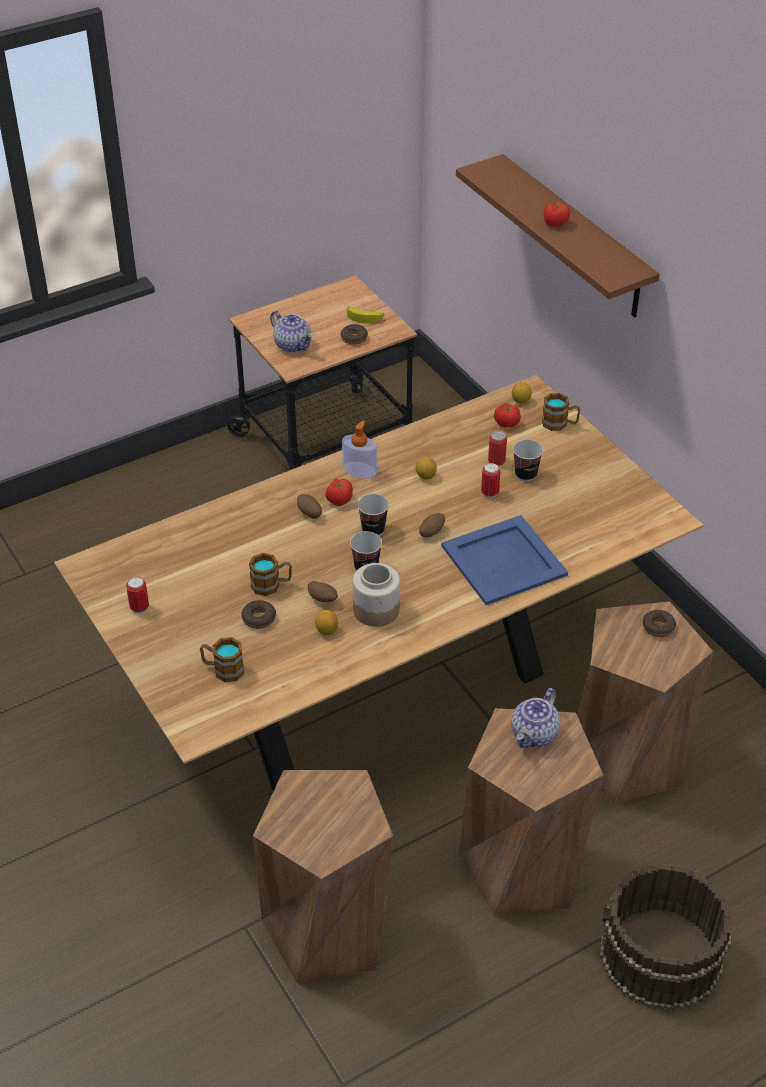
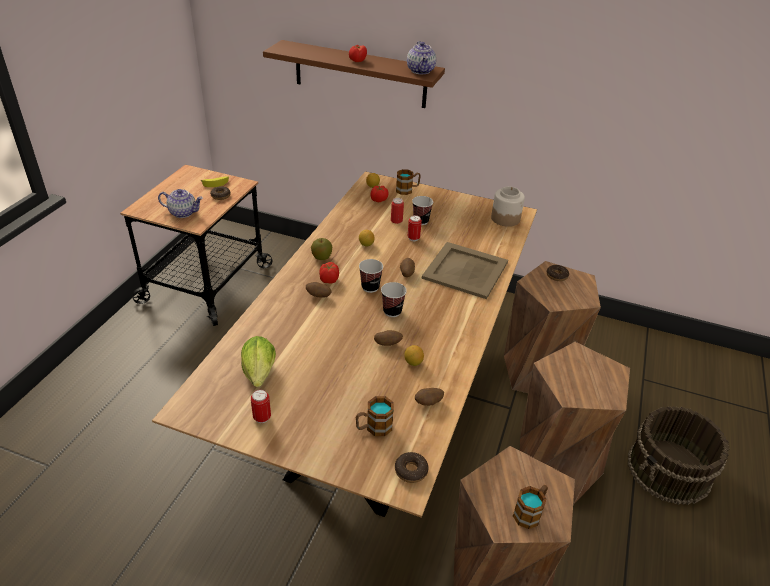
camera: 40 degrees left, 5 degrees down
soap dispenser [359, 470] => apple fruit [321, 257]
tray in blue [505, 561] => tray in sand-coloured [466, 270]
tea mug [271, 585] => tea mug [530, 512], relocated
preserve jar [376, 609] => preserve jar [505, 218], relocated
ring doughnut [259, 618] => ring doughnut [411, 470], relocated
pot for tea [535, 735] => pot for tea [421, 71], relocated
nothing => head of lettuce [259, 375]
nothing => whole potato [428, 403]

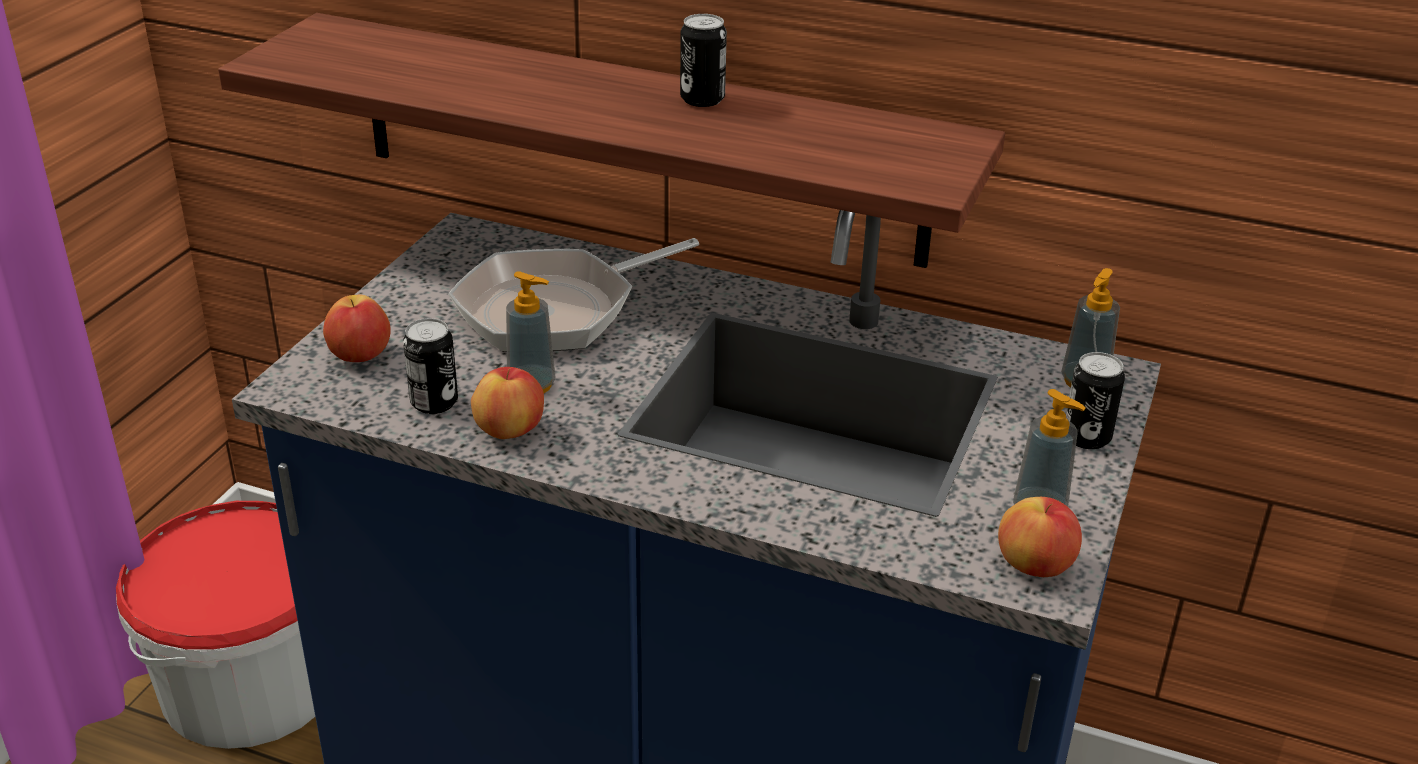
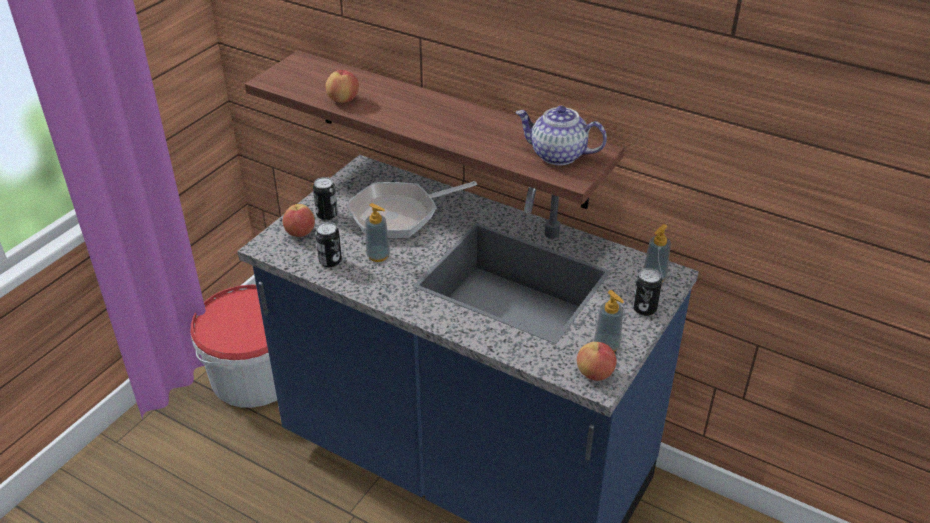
camera: 10 degrees right, 5 degrees up
sealed can [702, 99] => sealed can [327, 215], relocated
apple fruit [510, 430] => apple fruit [343, 100], relocated
nothing => pot for tea [557, 155]

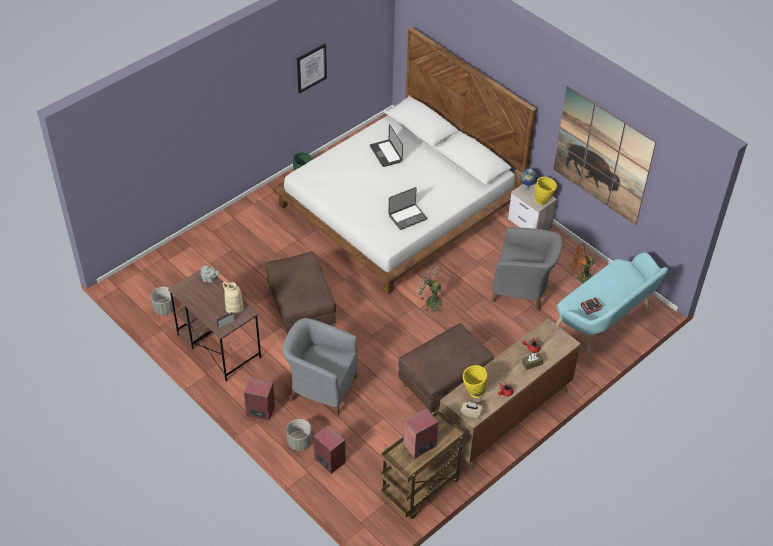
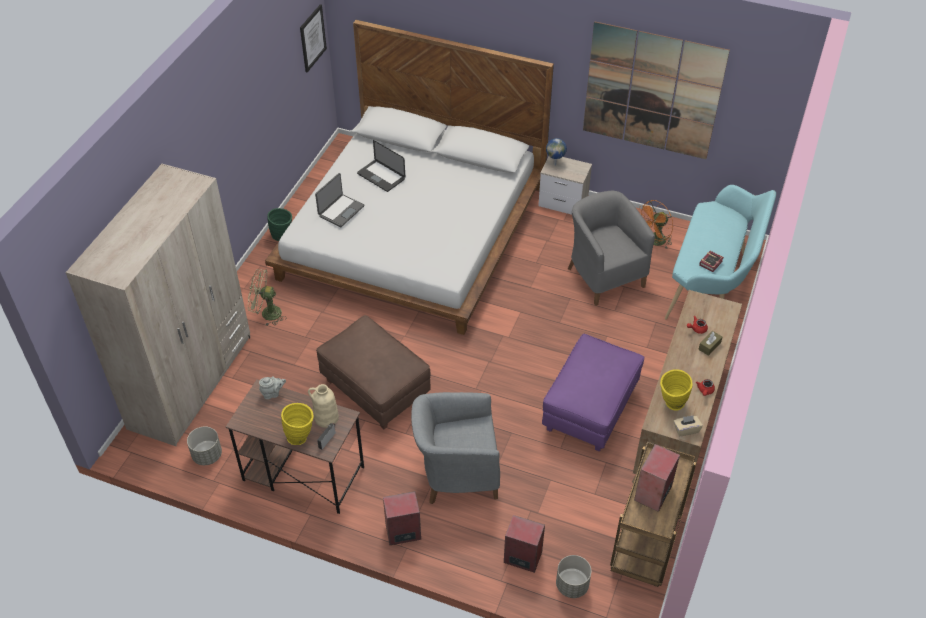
camera: 25 degrees left, 0 degrees up
wall art [311, 68] => wall art [312, 38], relocated
flower vase in yellowish [544, 201] => flower vase in yellowish [301, 436], relocated
notebook computer [407, 217] => notebook computer [340, 211], relocated
lounge chair in greyish [523, 290] => lounge chair in greyish [603, 275], 105 degrees counterclockwise
cooling fan in greenish [430, 301] => cooling fan in greenish [266, 313], relocated
footrest in brown-coloured [444, 382] => footrest in purplish [590, 410]
plant pot in greyish [299, 442] => plant pot in greyish [572, 585], relocated
nothing => wardrobe in sand-coloured [191, 381]

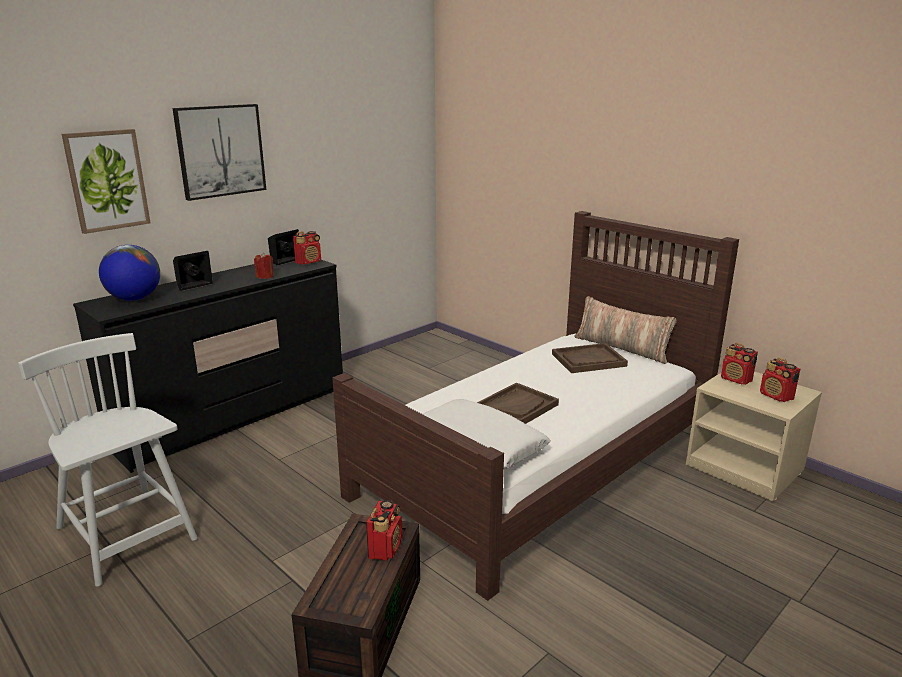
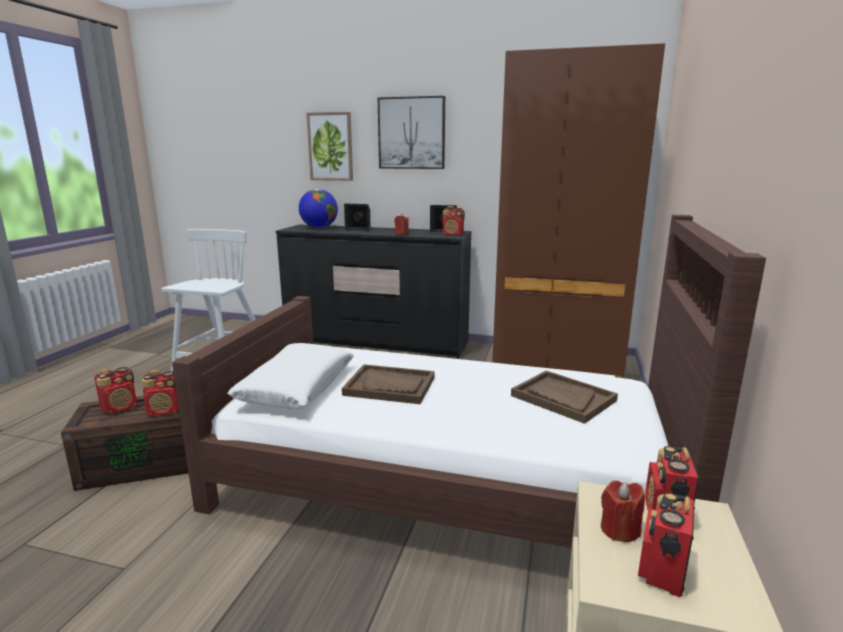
camera: 60 degrees right, 5 degrees down
throw pillow [621, 348] => nothing
nothing => wardrobe in brown-coloured [556, 364]
nothing => radio receiver [120, 407]
nothing => candle in red [619, 530]

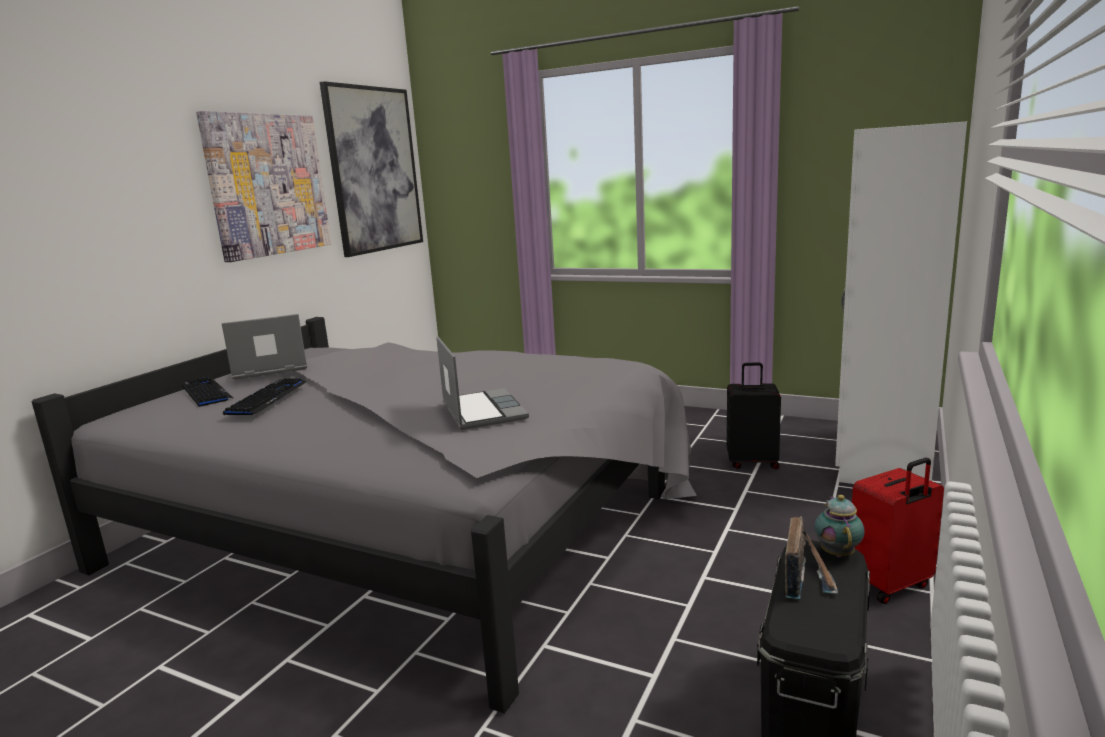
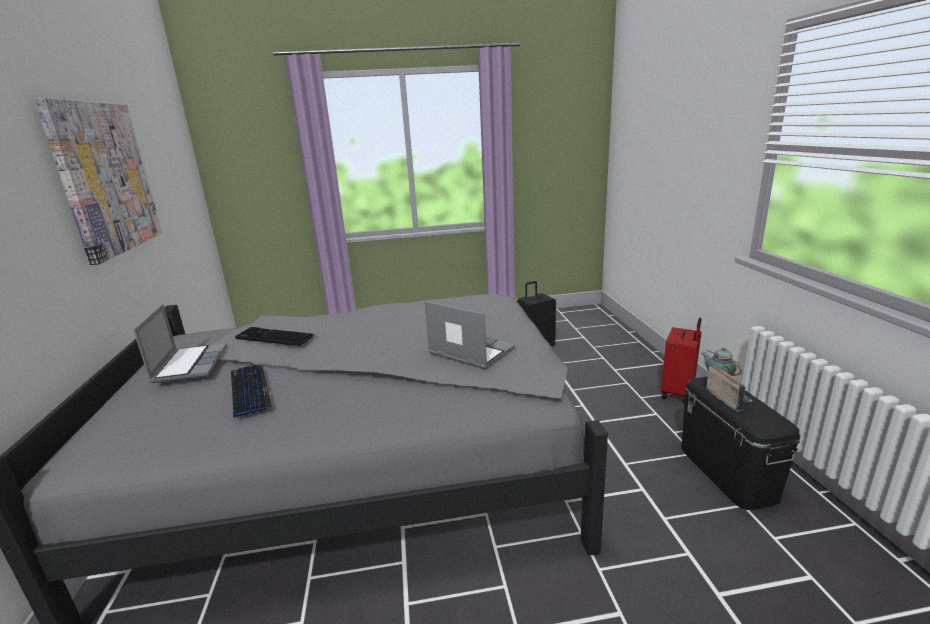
camera: 35 degrees left, 5 degrees up
wall art [374, 170] => nothing
wardrobe in white-coloured [883, 458] => nothing
notebook computer [269, 369] => notebook computer [190, 364], 135 degrees clockwise
PC keyboard [206, 393] => PC keyboard [275, 337], relocated

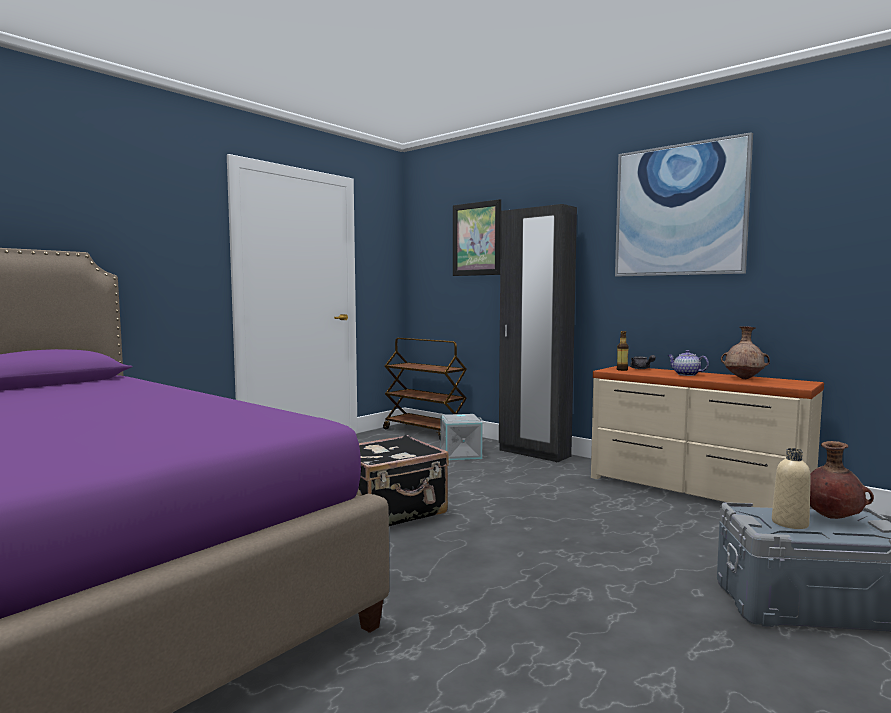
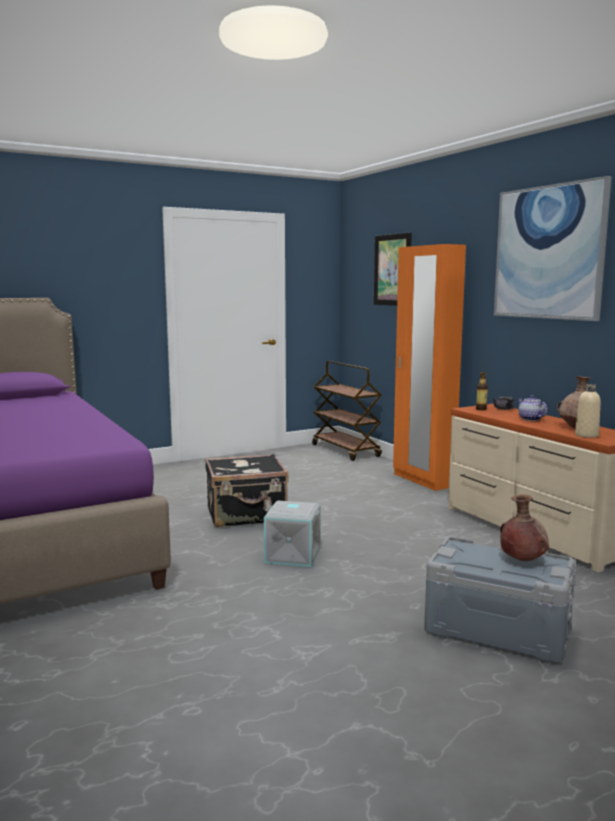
camera: 20 degrees right, 5 degrees up
wardrobe in black [534, 453] => wardrobe in orangey [422, 480]
storage box in greyish [461, 454] => storage box in greyish [293, 555], relocated
drink bottle in sand-coloured [790, 523] => drink bottle in sand-coloured [586, 435], relocated

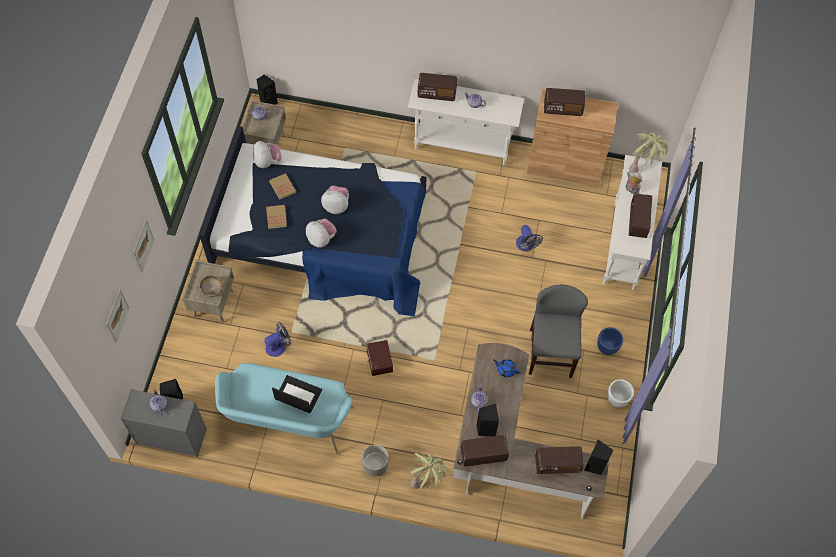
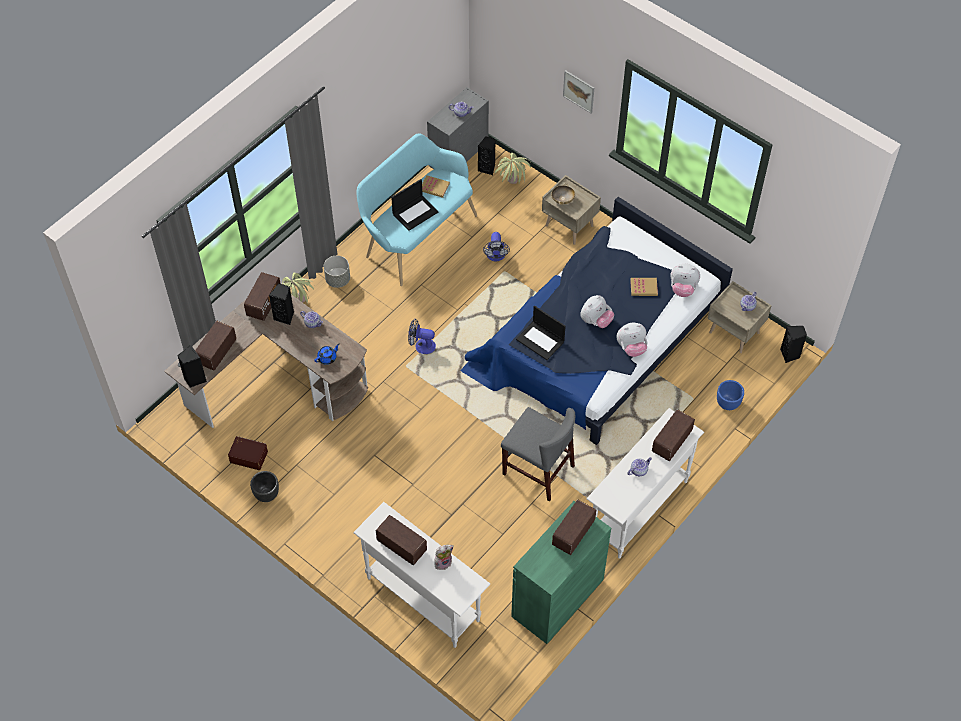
camera: 120 degrees right, 5 degrees down
storage cabinet in brown-coloured [564, 165] => storage cabinet in greenish [557, 598]
houseplant [643, 167] => houseplant [511, 190], relocated
volume [276, 217] => volume [434, 187], relocated
cuddly toy [321, 239] => cuddly toy [631, 348], relocated
cooling fan [526, 246] => cooling fan [421, 346], relocated
upright chair in greyish [550, 353] => upright chair in greyish [538, 470], relocated
wall art [116, 315] => nothing
plant pot in blue [606, 347] => plant pot in blue [728, 403], relocated
storage box in brown-coloured [378, 360] => storage box in brown-coloured [249, 456], relocated
plant pot in white-coloured [617, 399] => plant pot in black [266, 495]
nothing => notebook computer [541, 340]

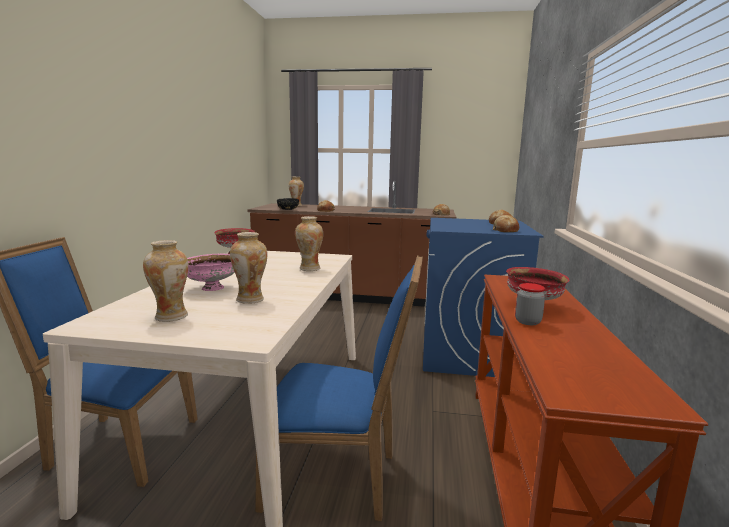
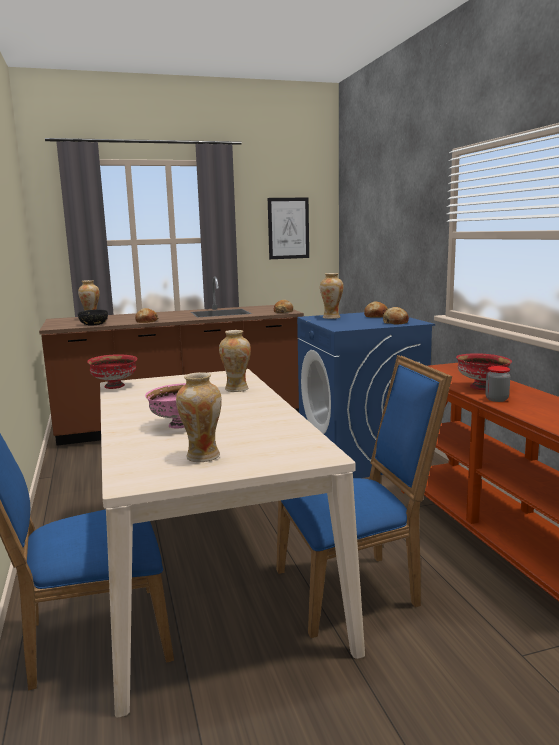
camera: 25 degrees left, 0 degrees up
flower vase [250, 300] => flower vase [331, 317], relocated
nothing => wall art [288, 228]

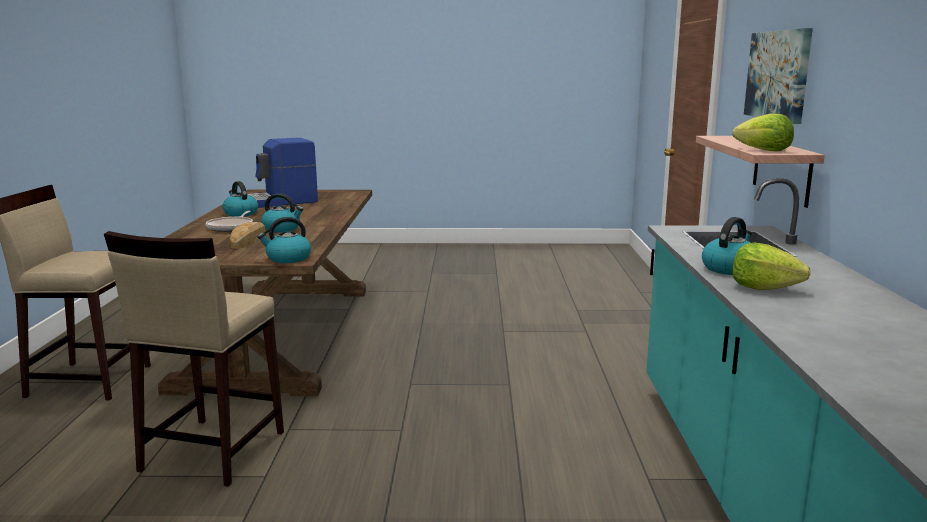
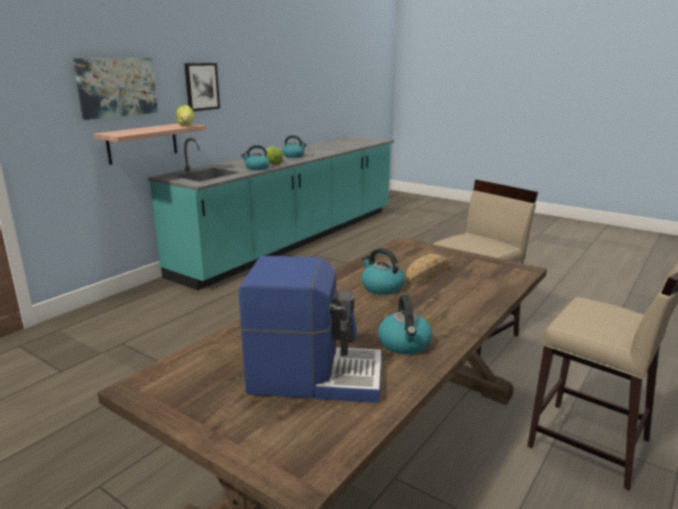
camera: 145 degrees left, 5 degrees up
pan [231, 227] => nothing
kettle [288, 258] => kettle [294, 156], relocated
nothing => wall art [201, 86]

